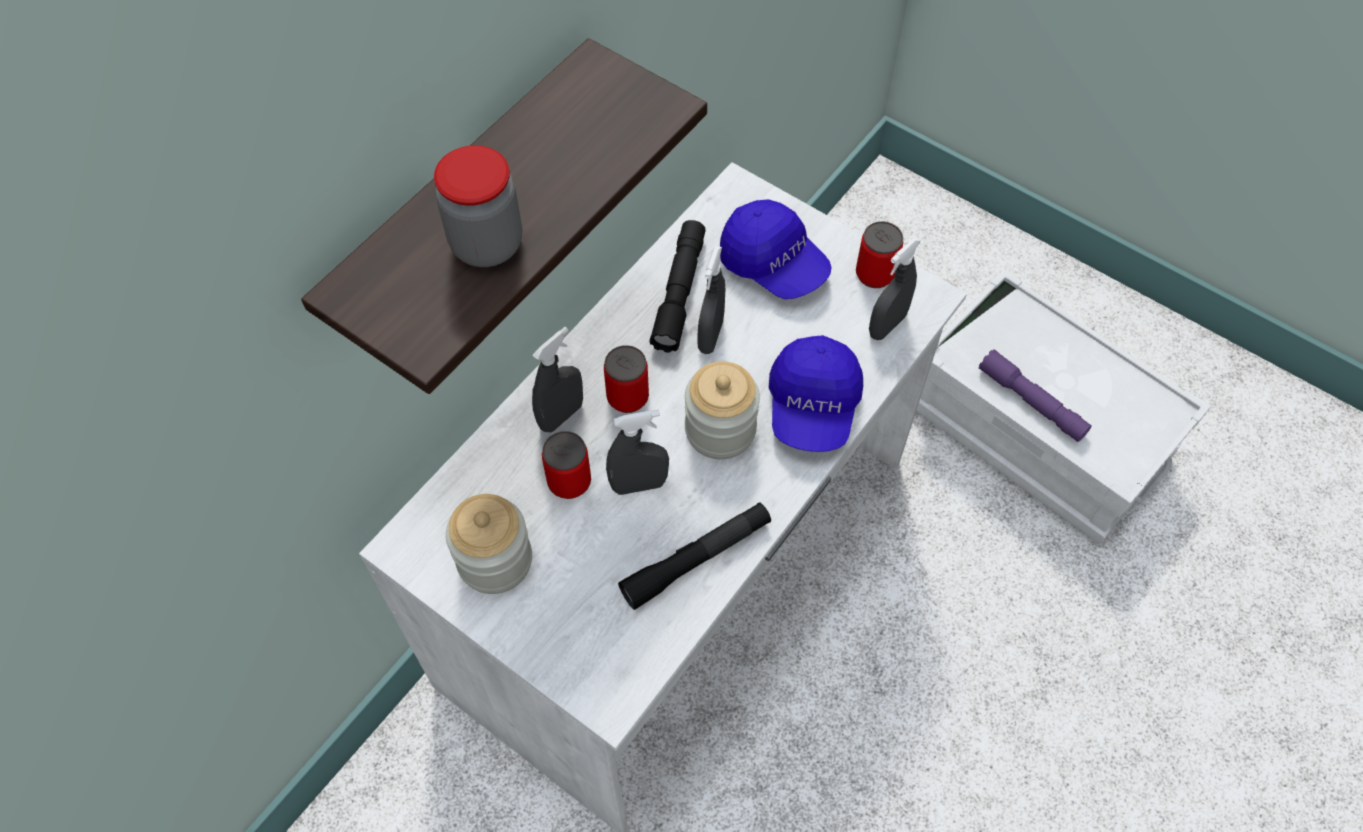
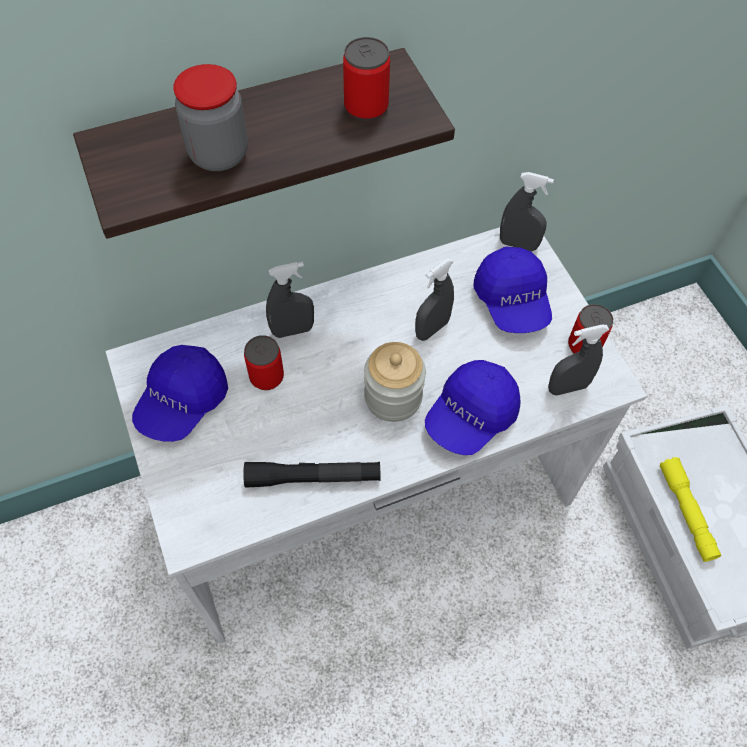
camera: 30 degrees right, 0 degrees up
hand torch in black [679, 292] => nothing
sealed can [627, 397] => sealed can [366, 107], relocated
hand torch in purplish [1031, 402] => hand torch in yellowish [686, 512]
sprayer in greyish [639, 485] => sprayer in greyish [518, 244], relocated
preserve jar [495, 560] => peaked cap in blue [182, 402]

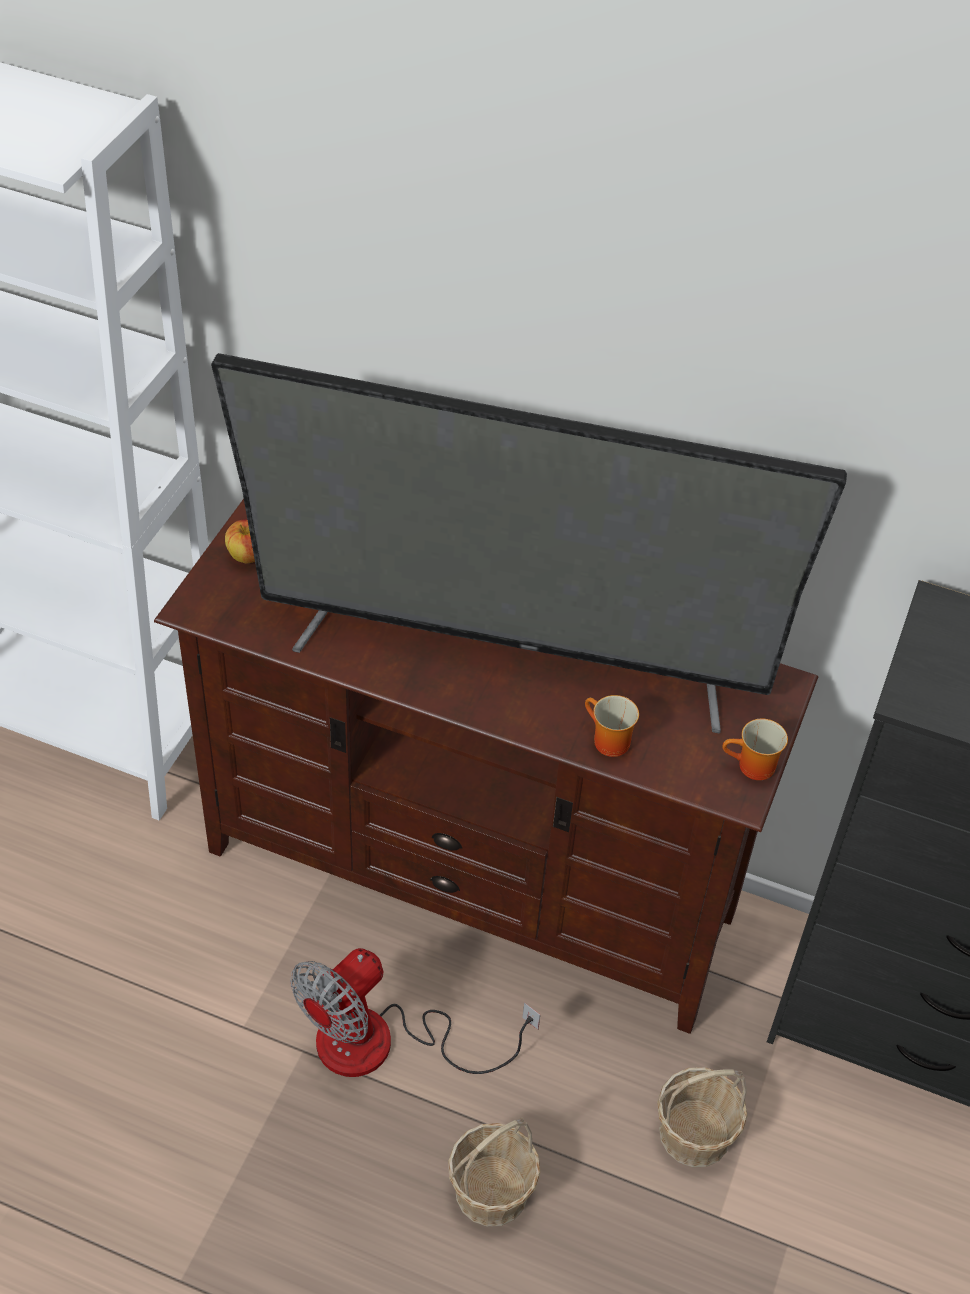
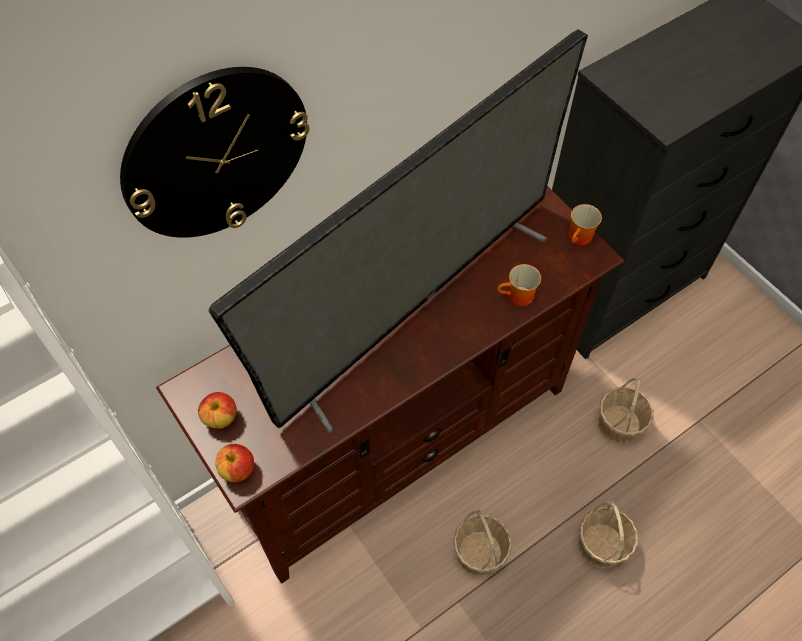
camera: 55 degrees left, 10 degrees up
cooling fan [383, 1044] => basket [479, 552]
nothing => hanging clock [216, 154]
nothing => apple fruit [238, 470]

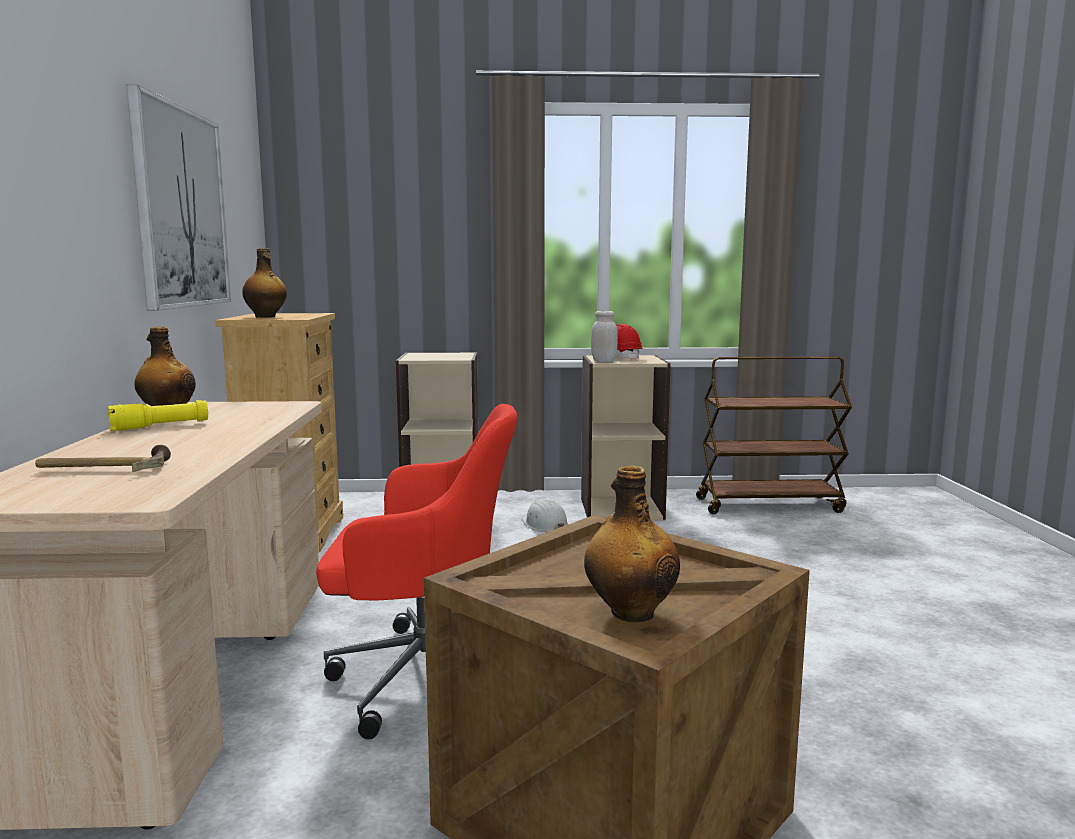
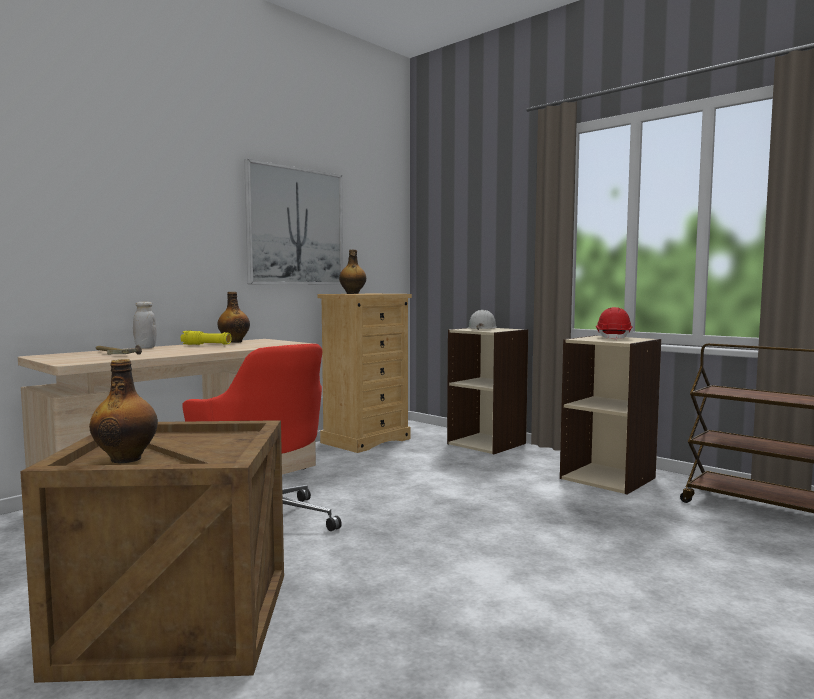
camera: 45 degrees right, 5 degrees down
preserve jar in white-coloured [603, 361] => preserve jar in white-coloured [145, 348], relocated
work helmet in white-coloured [544, 525] => work helmet in white-coloured [482, 328], relocated

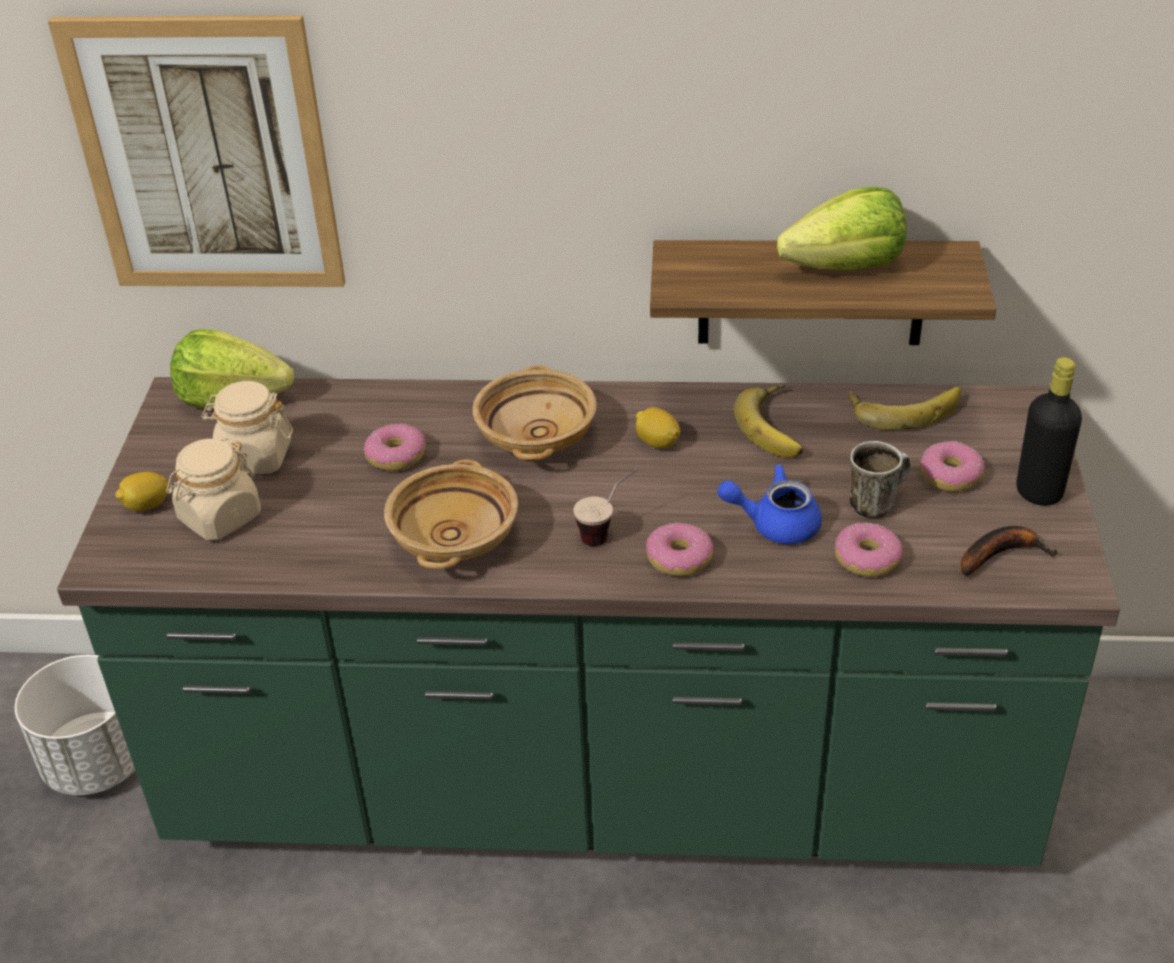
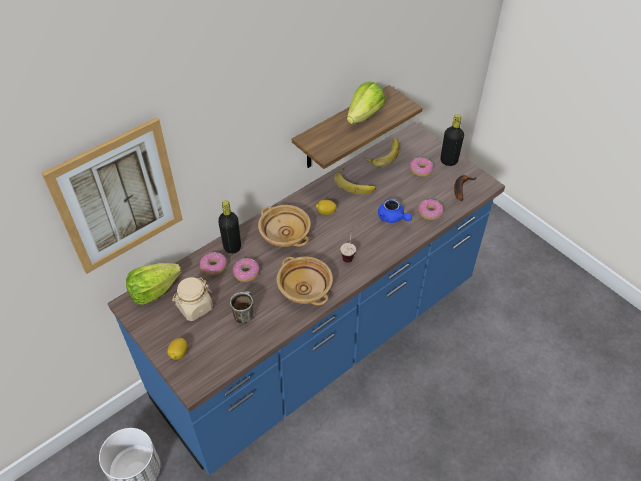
camera: 45 degrees left, 10 degrees up
kitchen counter in greenish [600, 780] => kitchen counter in blue [320, 341]
preserve jar in sand-coloured [219, 517] => nothing
tea mug [876, 502] => tea mug [244, 314], relocated
pot for tea in blue [774, 524] => pot for tea in blue [392, 218], 90 degrees counterclockwise
ring doughnut [679, 558] => ring doughnut [214, 266], relocated
nothing => drink bottle in black [232, 247]

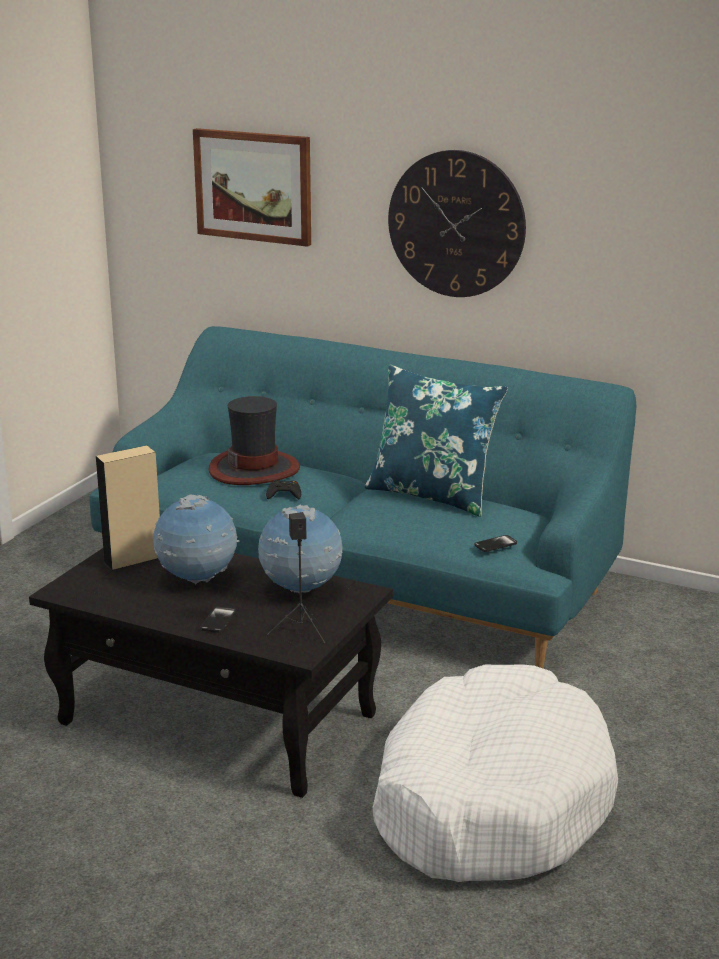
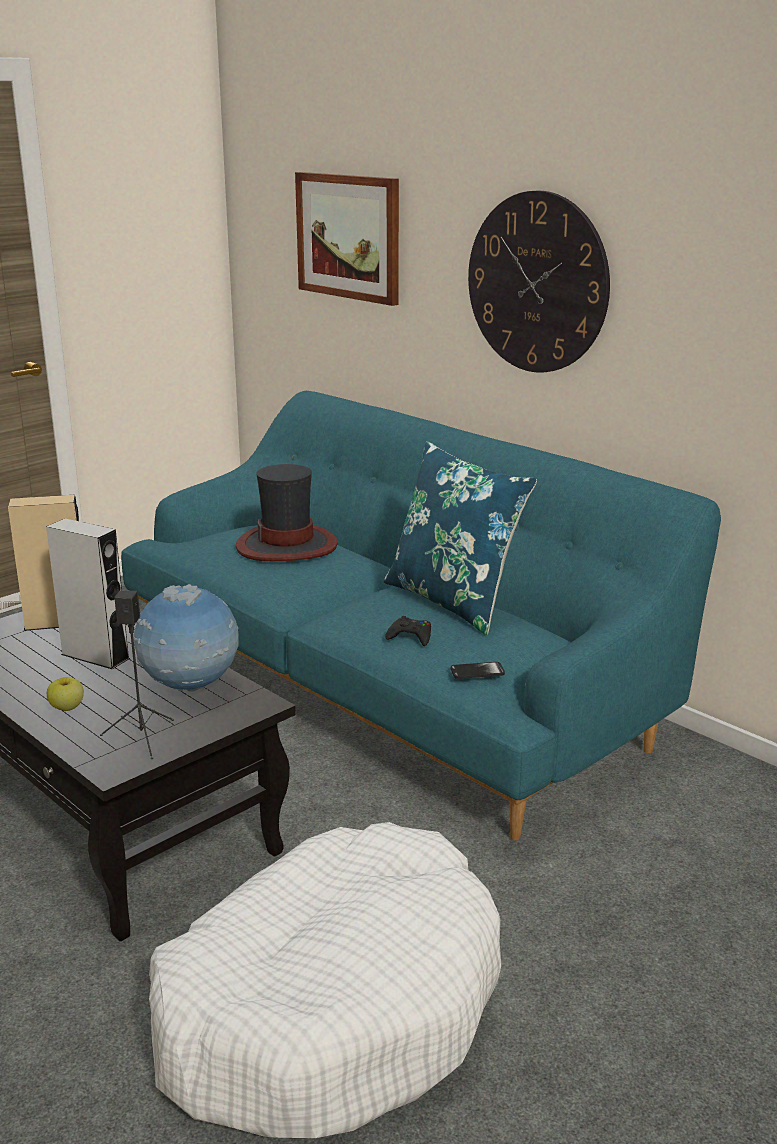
camera: 20 degrees right, 0 degrees up
gamepad in black [284, 494] => gamepad in black [411, 636], relocated
world globe [197, 580] => speaker in greyish [95, 656]
phone [218, 621] => apple fruit [67, 708]

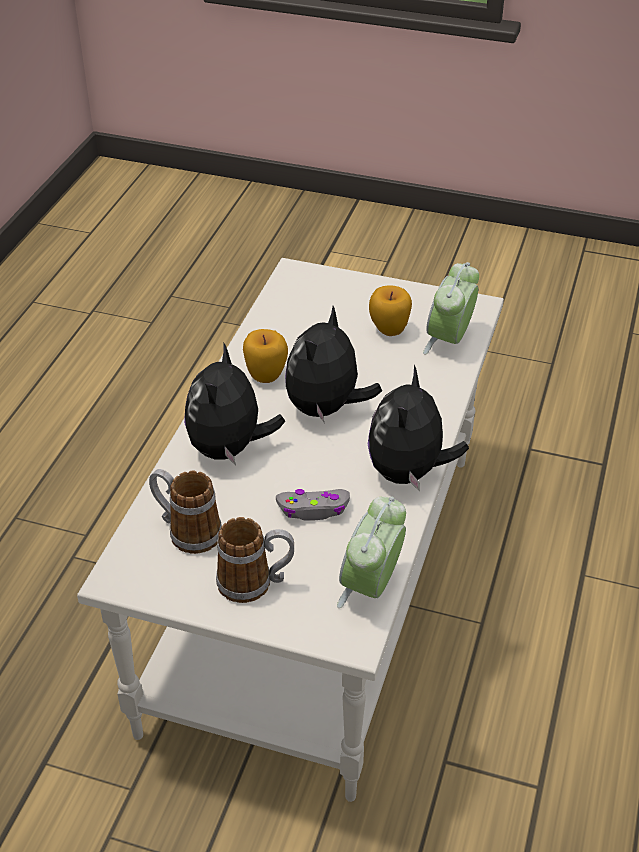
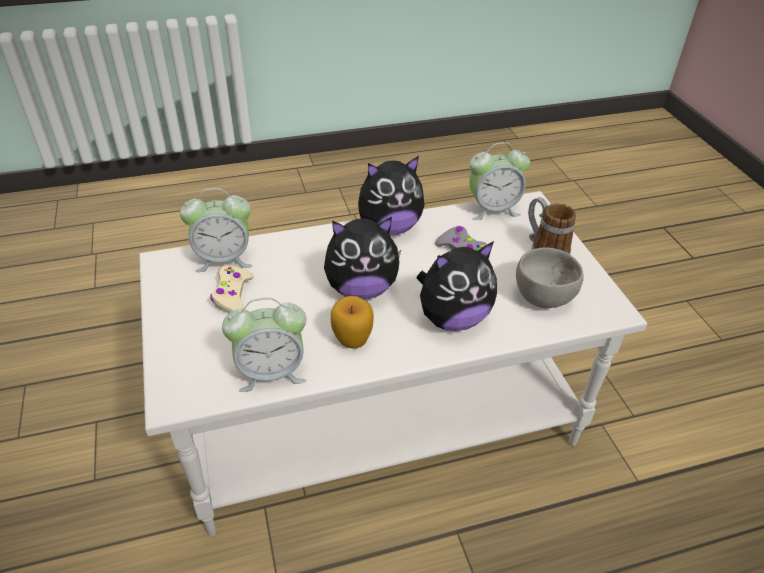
camera: 125 degrees left, 0 degrees up
apple fruit [389, 330] => gamepad in sand-coloured [233, 295]
tea mug [187, 531] => deep dish in greyish [545, 299]
nothing => alarm clock [271, 372]

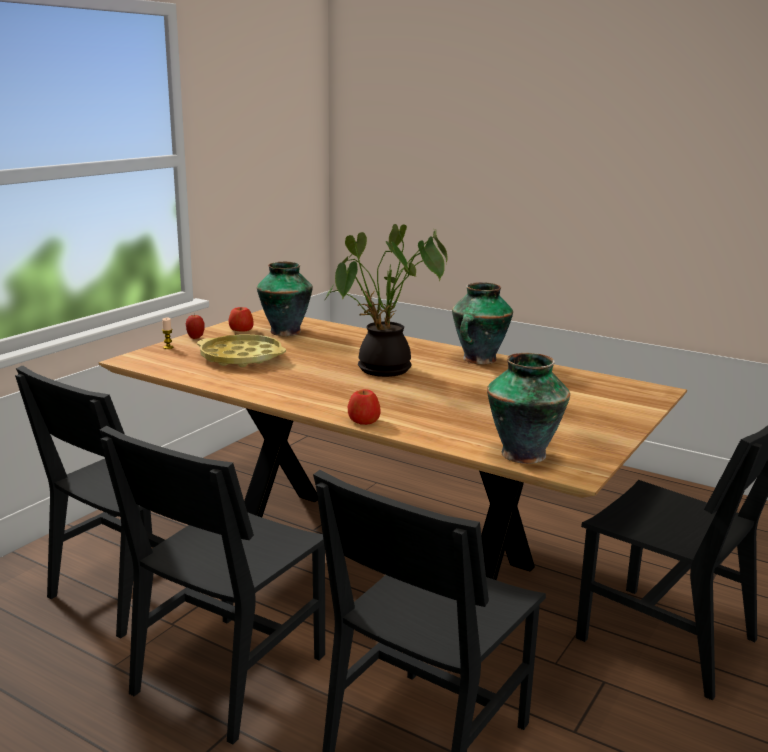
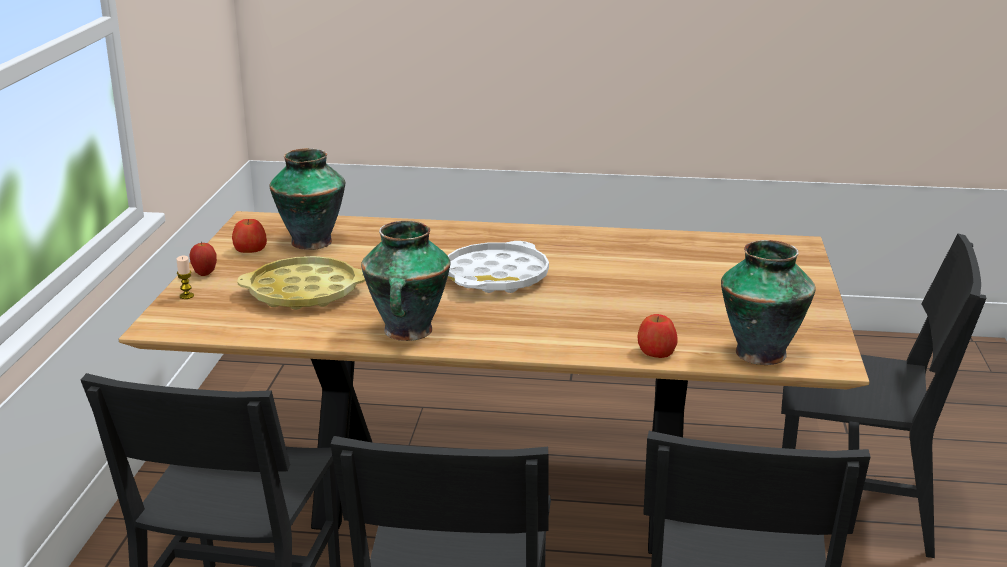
camera: 25 degrees left, 5 degrees up
houseplant [383, 371] => tray in white-coloured [496, 277]
flower vase [478, 360] => flower vase [407, 332], relocated
apple fruit [364, 420] => apple fruit [656, 351], relocated

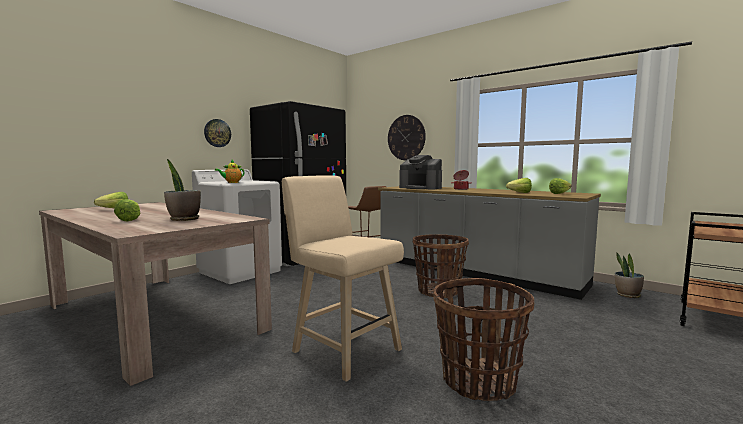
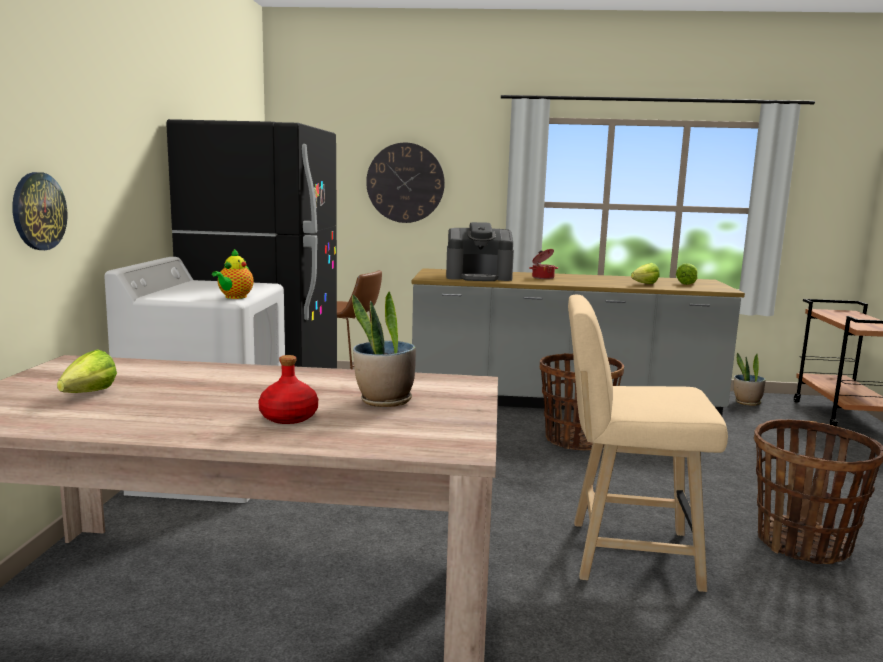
camera: 35 degrees left, 5 degrees up
hanging clock [217, 133] => hanging clock [38, 211], relocated
head of lettuce [132, 219] => drink bottle in red [288, 417]

